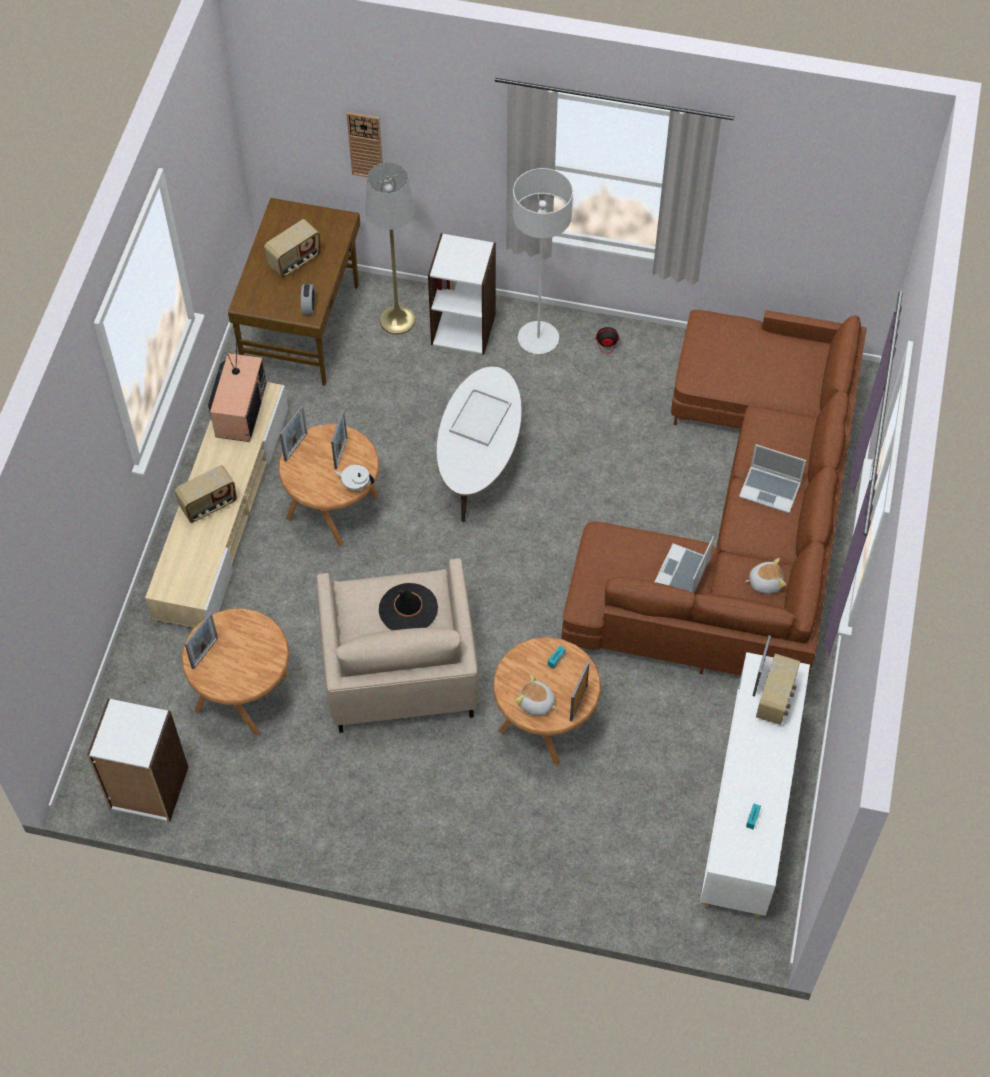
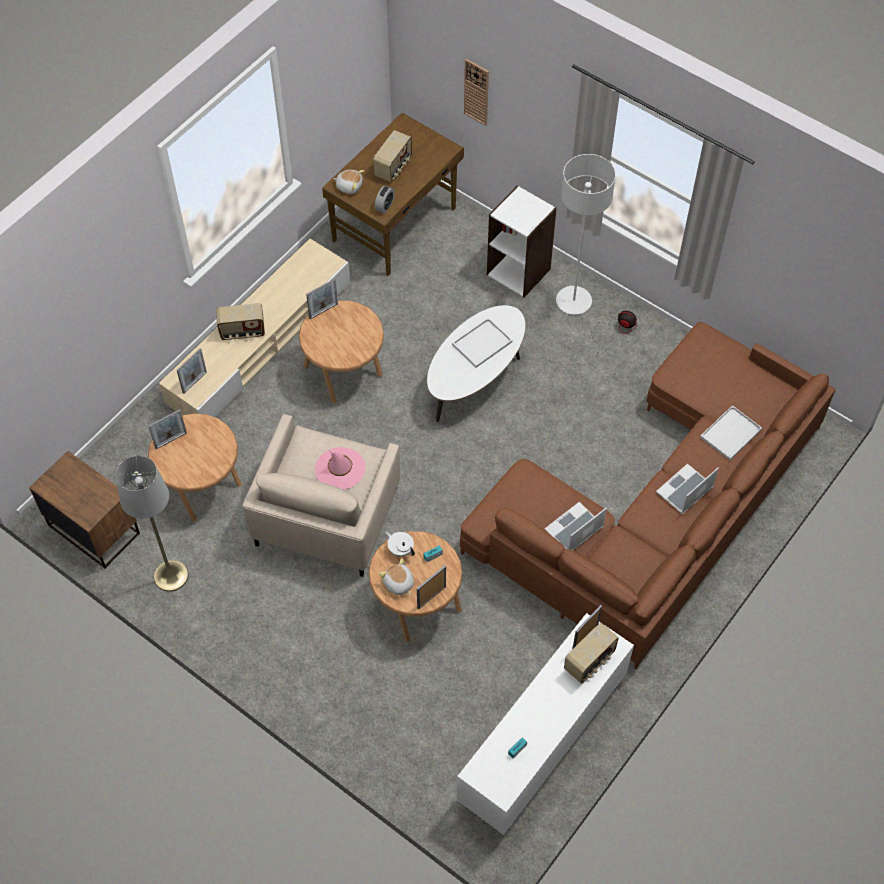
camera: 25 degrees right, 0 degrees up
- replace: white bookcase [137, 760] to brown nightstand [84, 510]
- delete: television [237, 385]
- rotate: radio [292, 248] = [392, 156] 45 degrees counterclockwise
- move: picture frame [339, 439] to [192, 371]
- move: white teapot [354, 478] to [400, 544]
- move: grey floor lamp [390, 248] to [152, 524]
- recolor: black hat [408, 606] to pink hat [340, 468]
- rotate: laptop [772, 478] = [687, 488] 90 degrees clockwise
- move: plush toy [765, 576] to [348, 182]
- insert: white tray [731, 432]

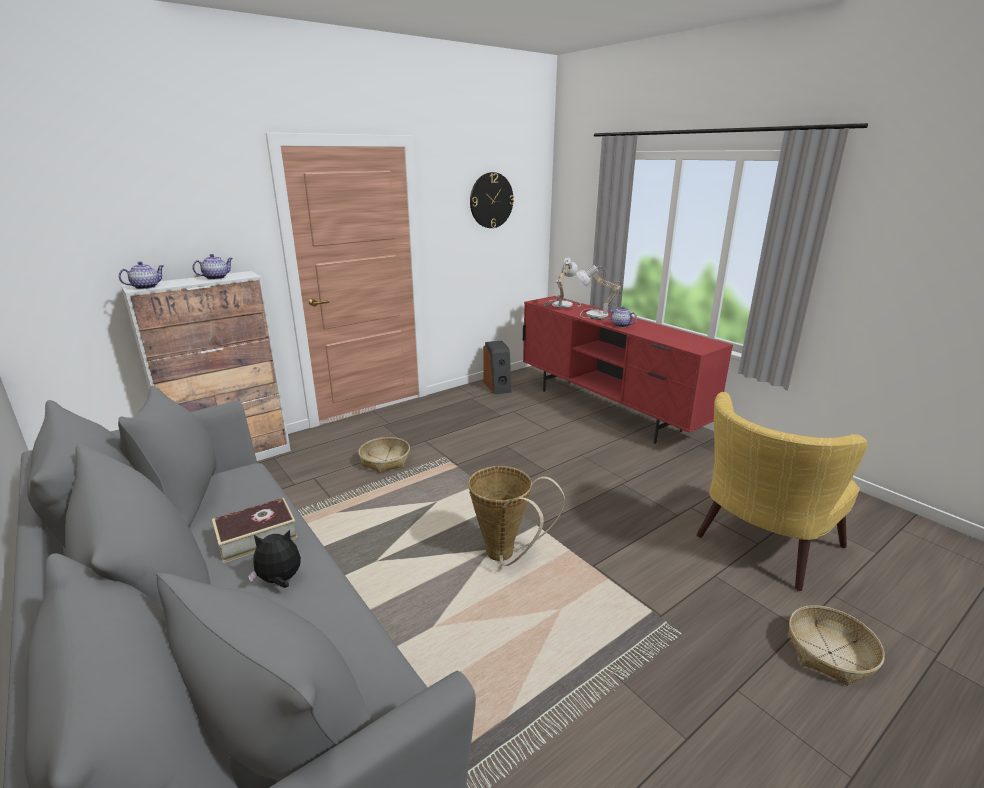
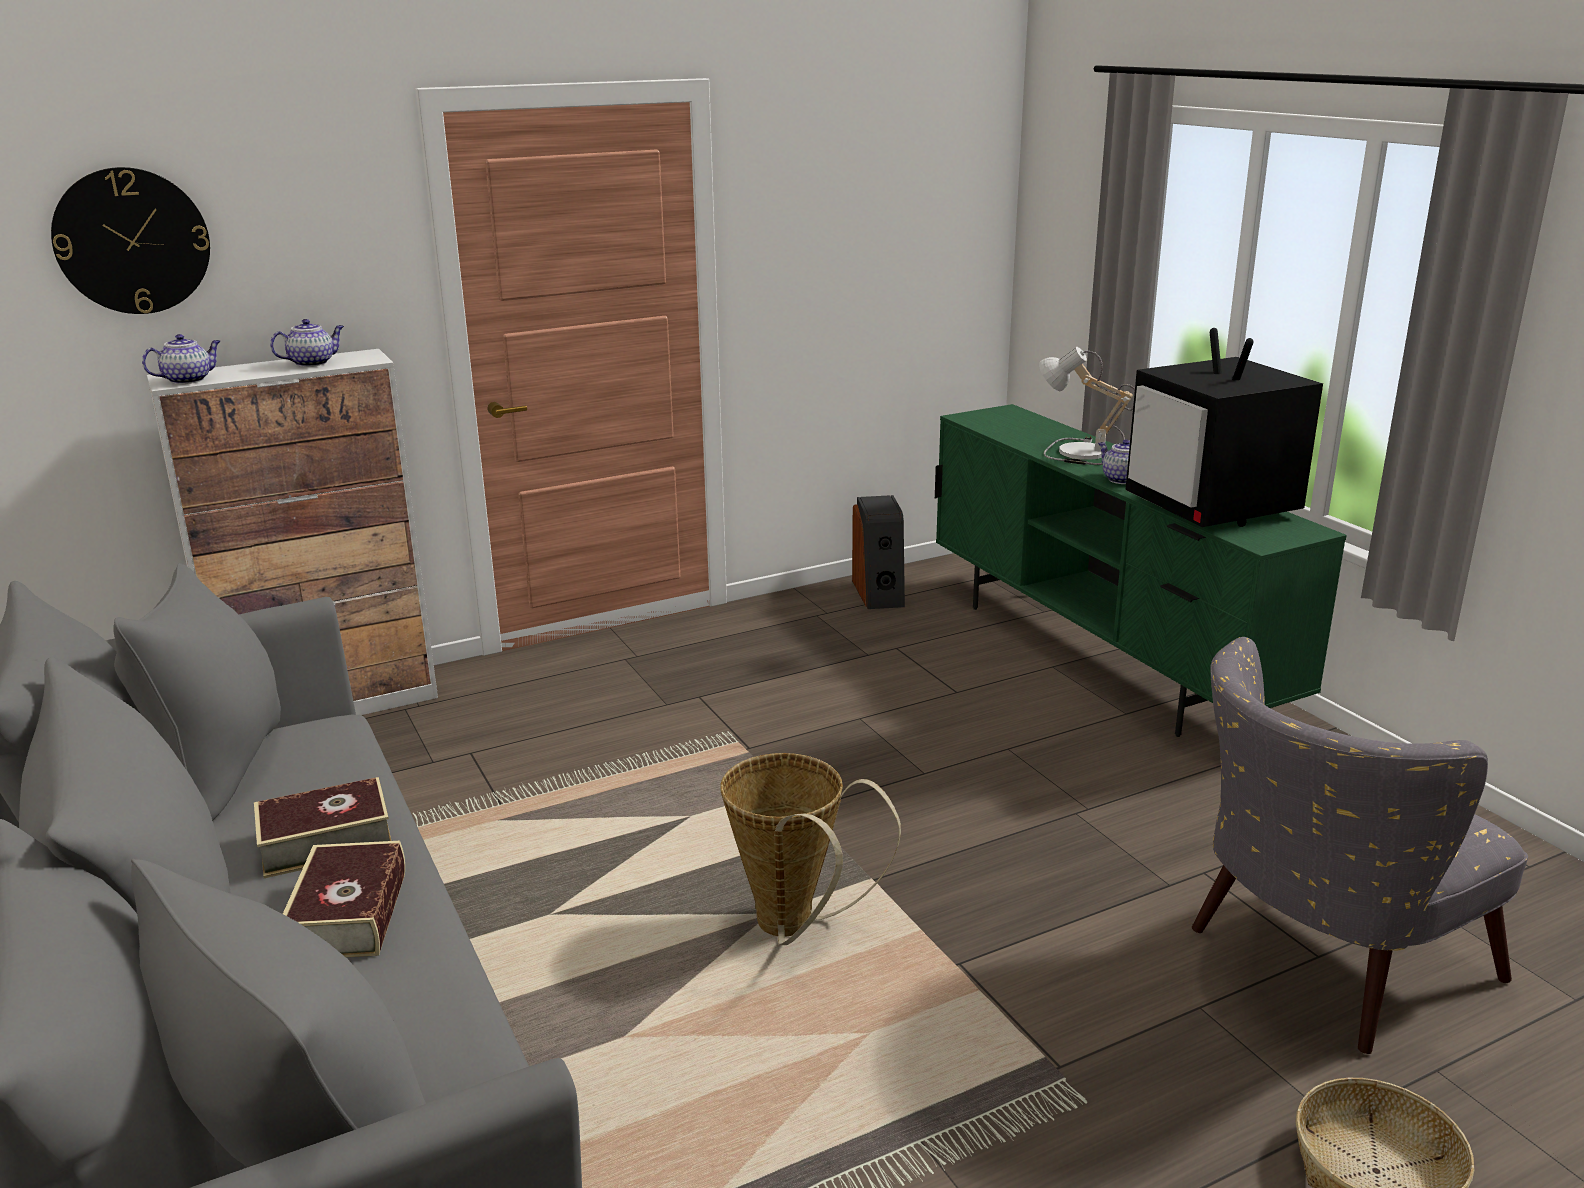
camera: 10 degrees right, 0 degrees up
- replace: plush toy [274, 559] to book [344, 899]
- delete: basket [384, 455]
- move: wall clock [492, 200] to [130, 240]
- recolor: red tv stand [628, 370] to green tv stand [1141, 570]
- delete: table lamp [562, 283]
- recolor: yellow armchair [782, 491] to grey armchair [1360, 845]
- insert: television [1224, 427]

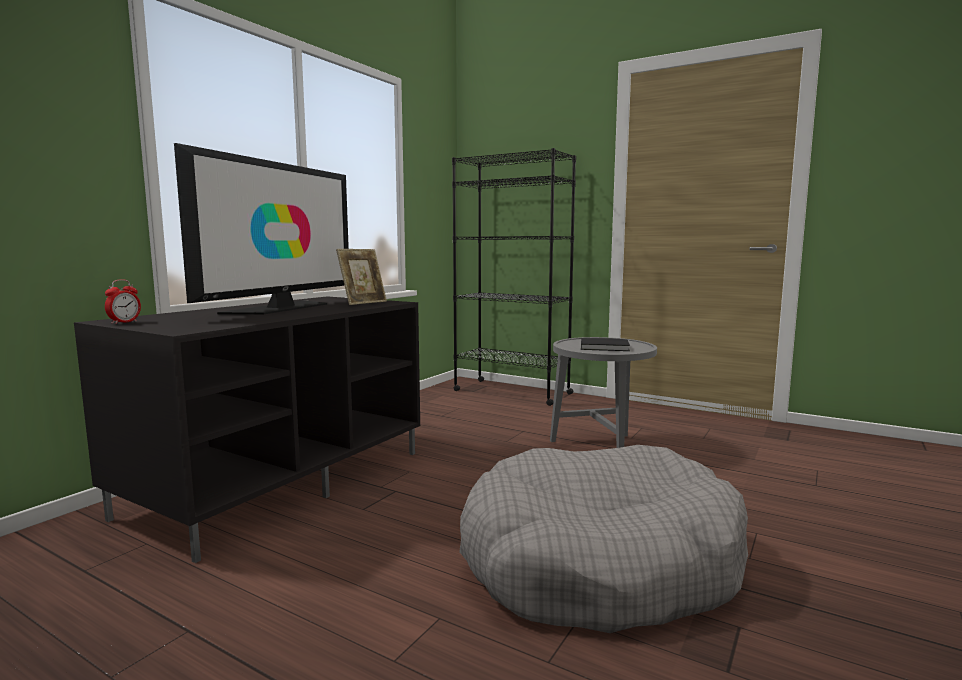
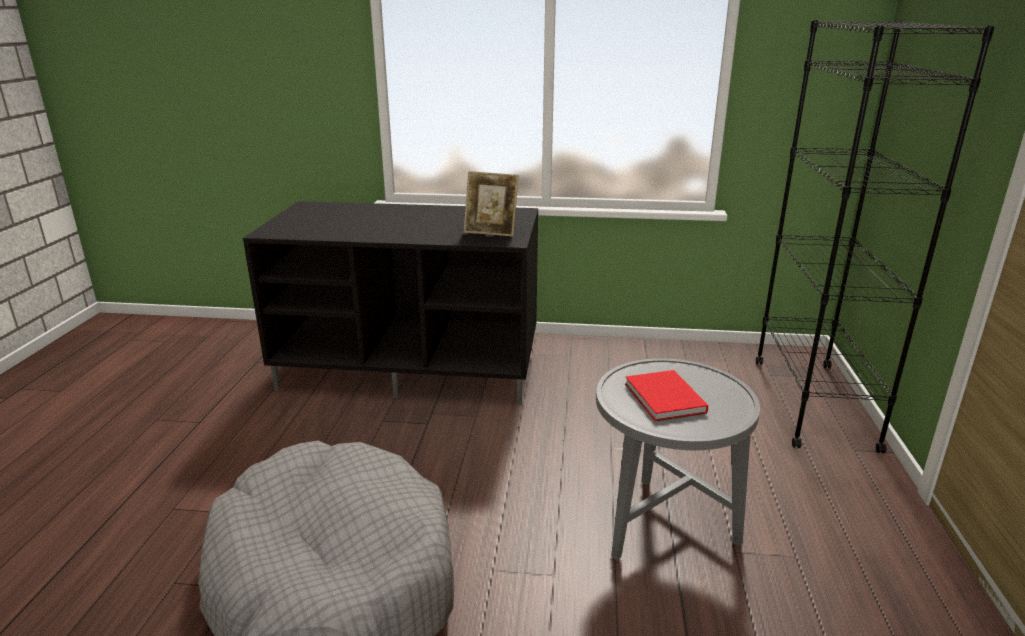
camera: 65 degrees right, 15 degrees up
- delete: alarm clock [123, 301]
- delete: television [261, 229]
- recolor: black book [605, 344] to red book [666, 395]

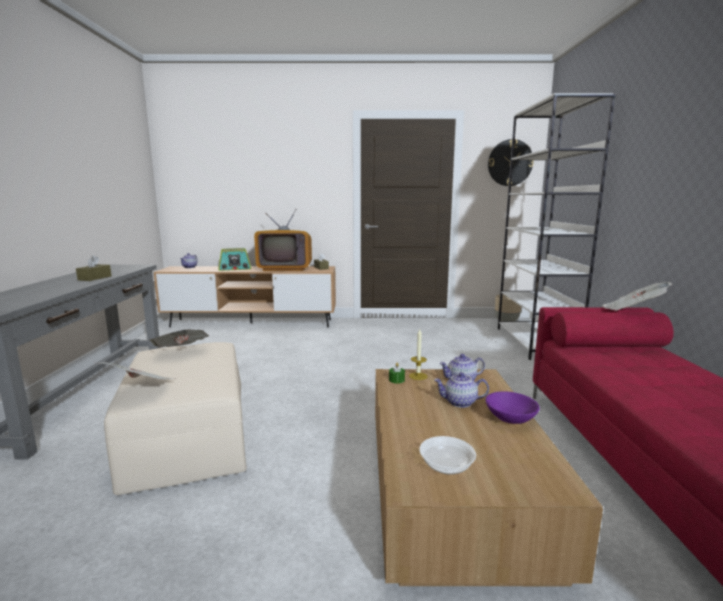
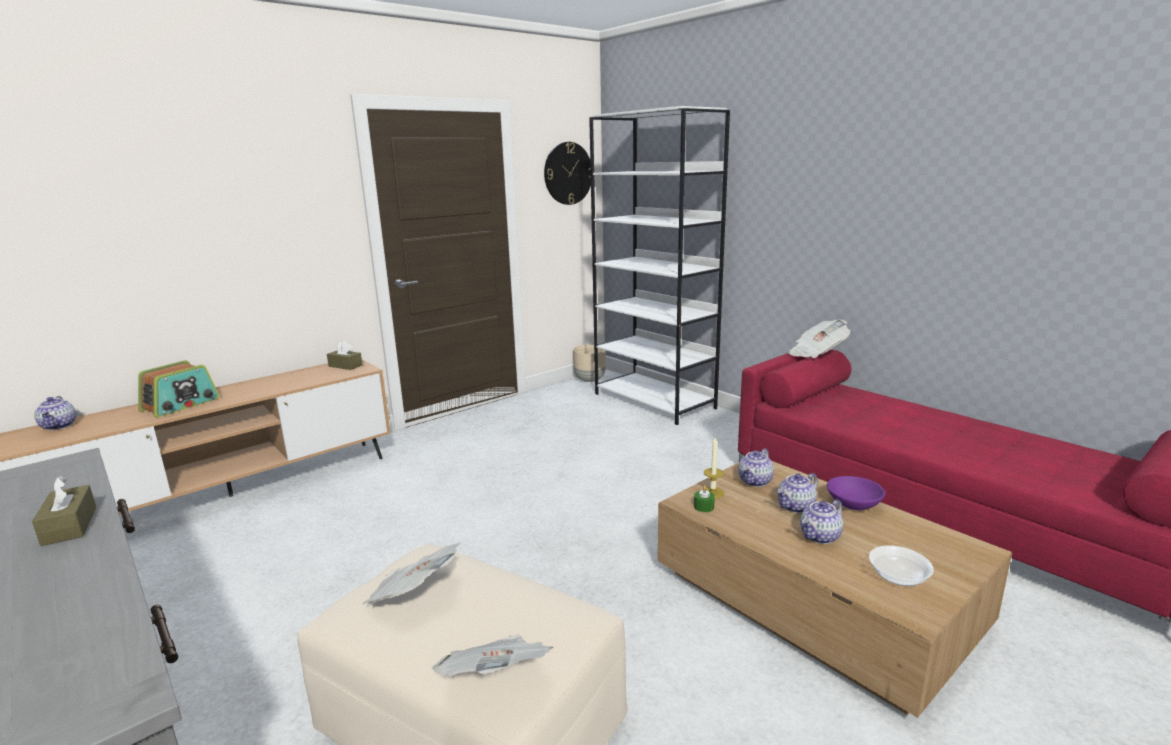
camera: 40 degrees left, 5 degrees up
- delete: television [283, 240]
- insert: teapot [821, 521]

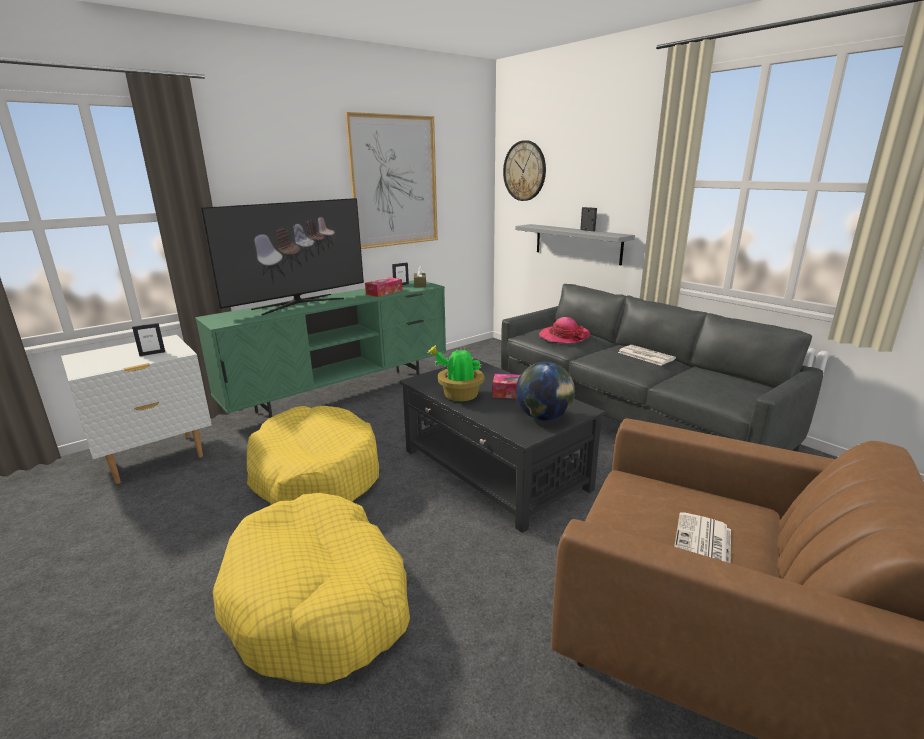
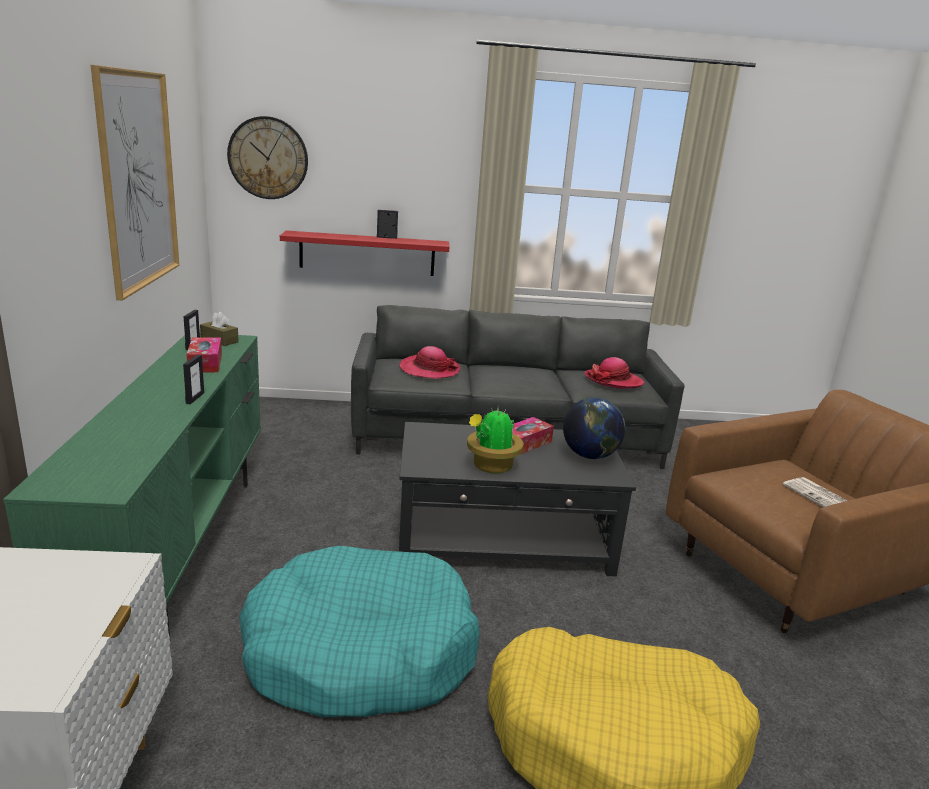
camera: 55 degrees left, 0 degrees up
- move: picture frame [148, 339] to [193, 379]
- delete: television [282, 256]
- recolor: yellow dog bed [313, 455] to turquoise dog bed [359, 631]
- recolor: grey shelf [575, 244] to red shelf [364, 253]
- delete: newspaper [647, 355]
- insert: hat [614, 373]

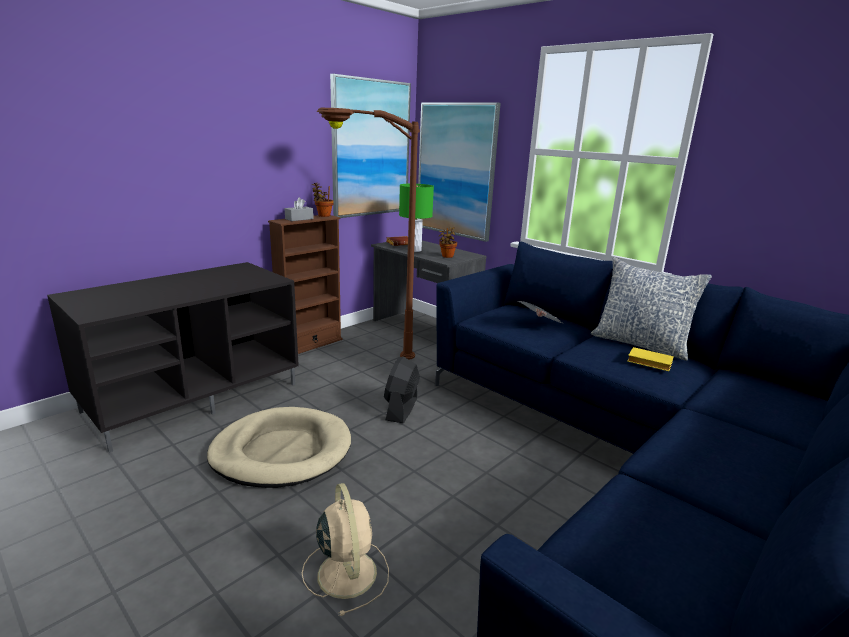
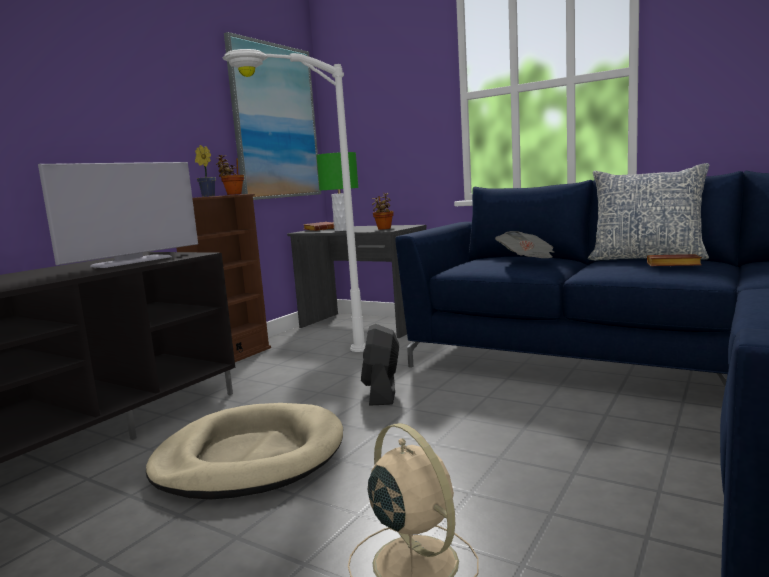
camera: 10 degrees left, 10 degrees down
- replace: grey tissue box [299, 209] to potted plant [205, 171]
- recolor: brown floor lamp [368, 233] to white floor lamp [294, 200]
- delete: picture [459, 172]
- recolor: yellow book [650, 359] to brown book [674, 260]
- insert: television [118, 215]

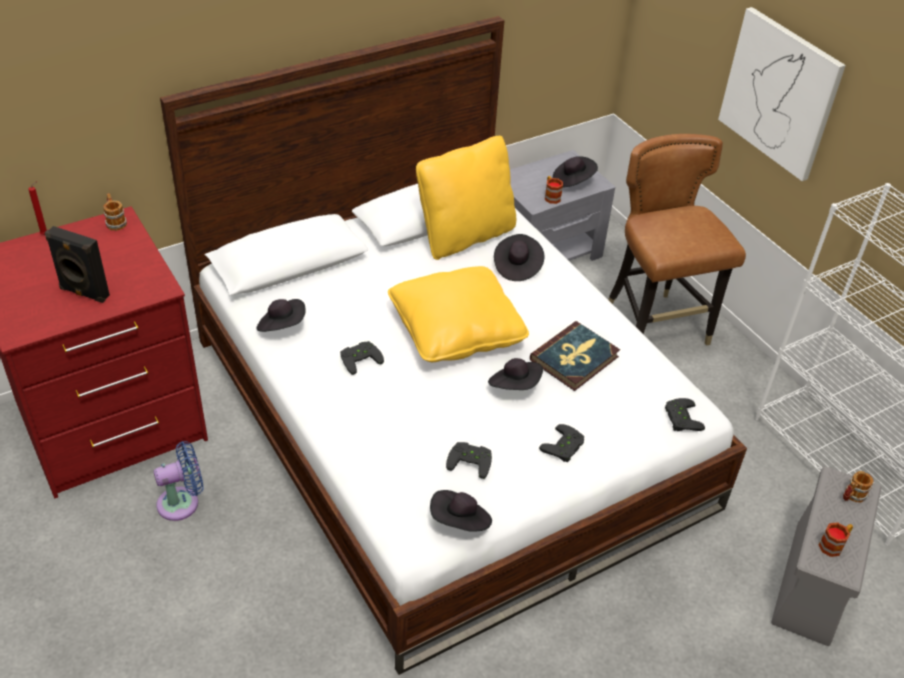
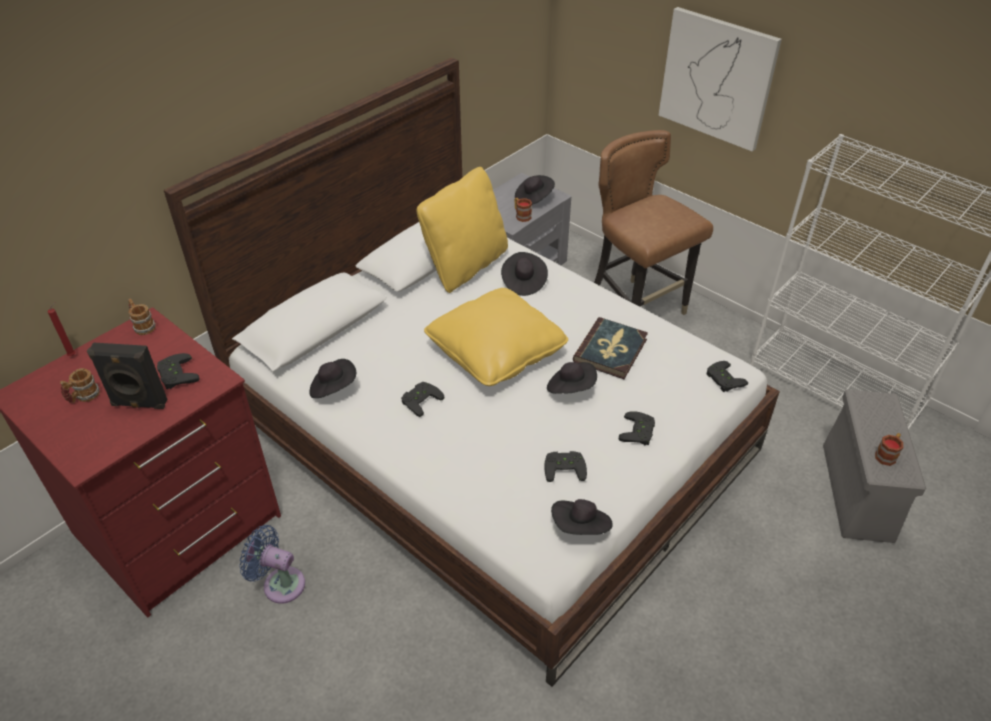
camera: 15 degrees left, 0 degrees up
- rotate: blue fan [178, 481] = [272, 564] 120 degrees counterclockwise
- move: mug [858, 487] to [80, 385]
- insert: black game controller [178, 371]

